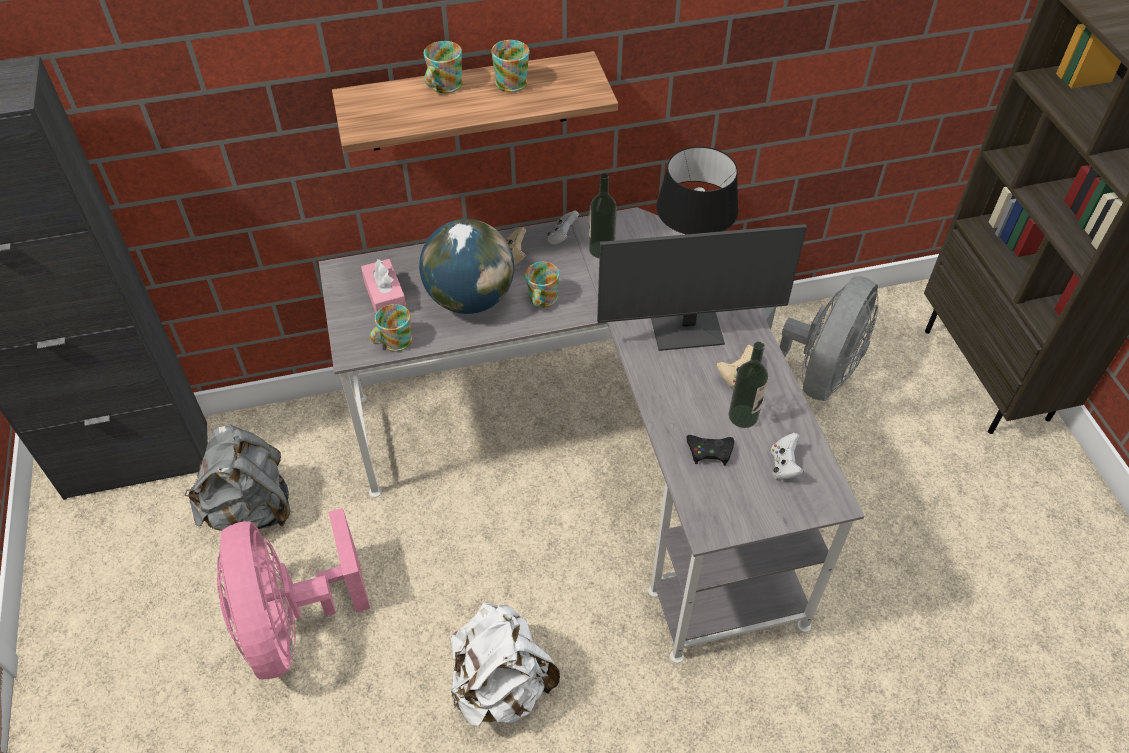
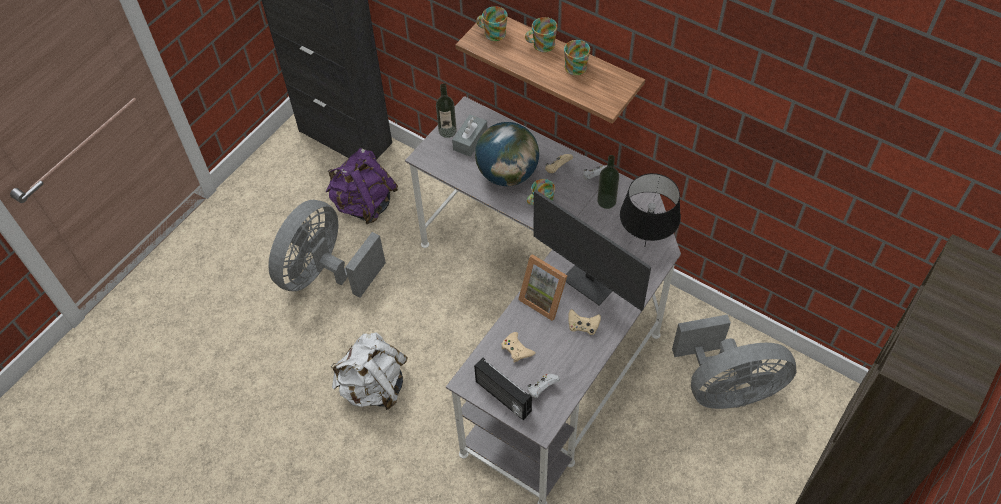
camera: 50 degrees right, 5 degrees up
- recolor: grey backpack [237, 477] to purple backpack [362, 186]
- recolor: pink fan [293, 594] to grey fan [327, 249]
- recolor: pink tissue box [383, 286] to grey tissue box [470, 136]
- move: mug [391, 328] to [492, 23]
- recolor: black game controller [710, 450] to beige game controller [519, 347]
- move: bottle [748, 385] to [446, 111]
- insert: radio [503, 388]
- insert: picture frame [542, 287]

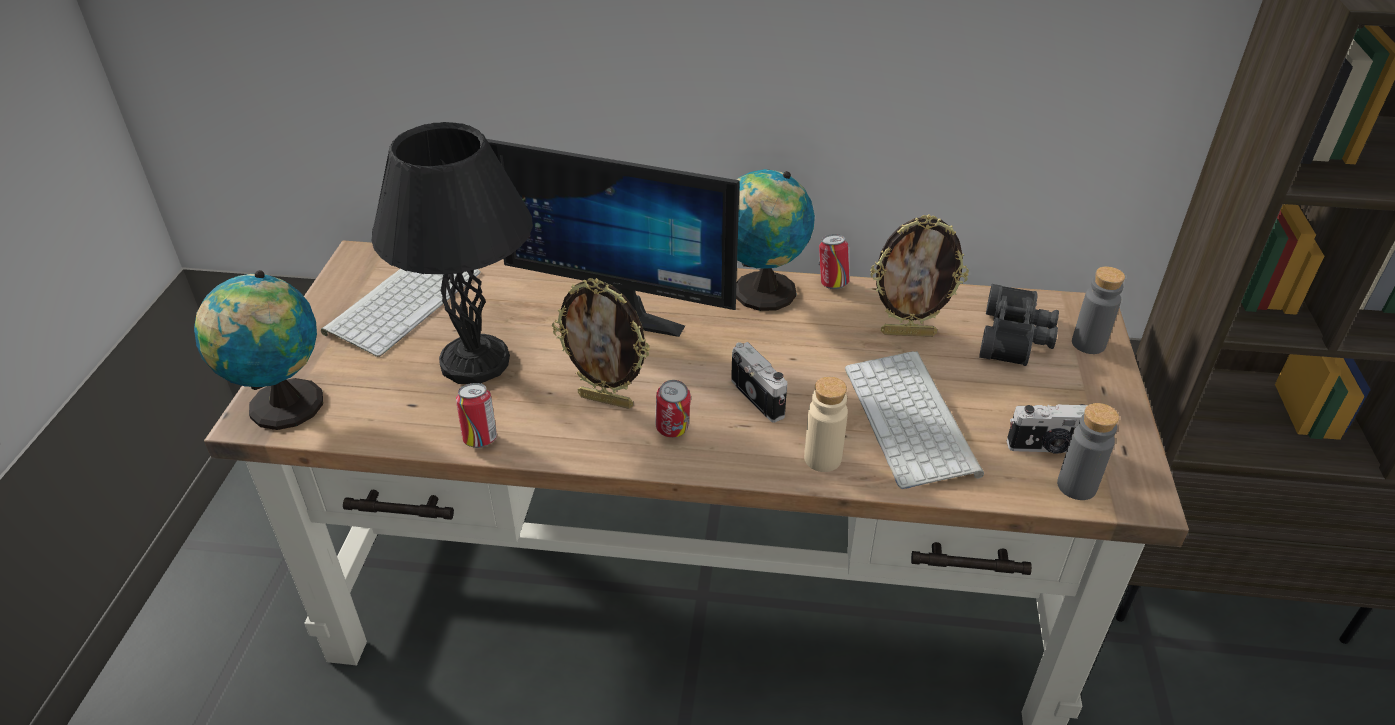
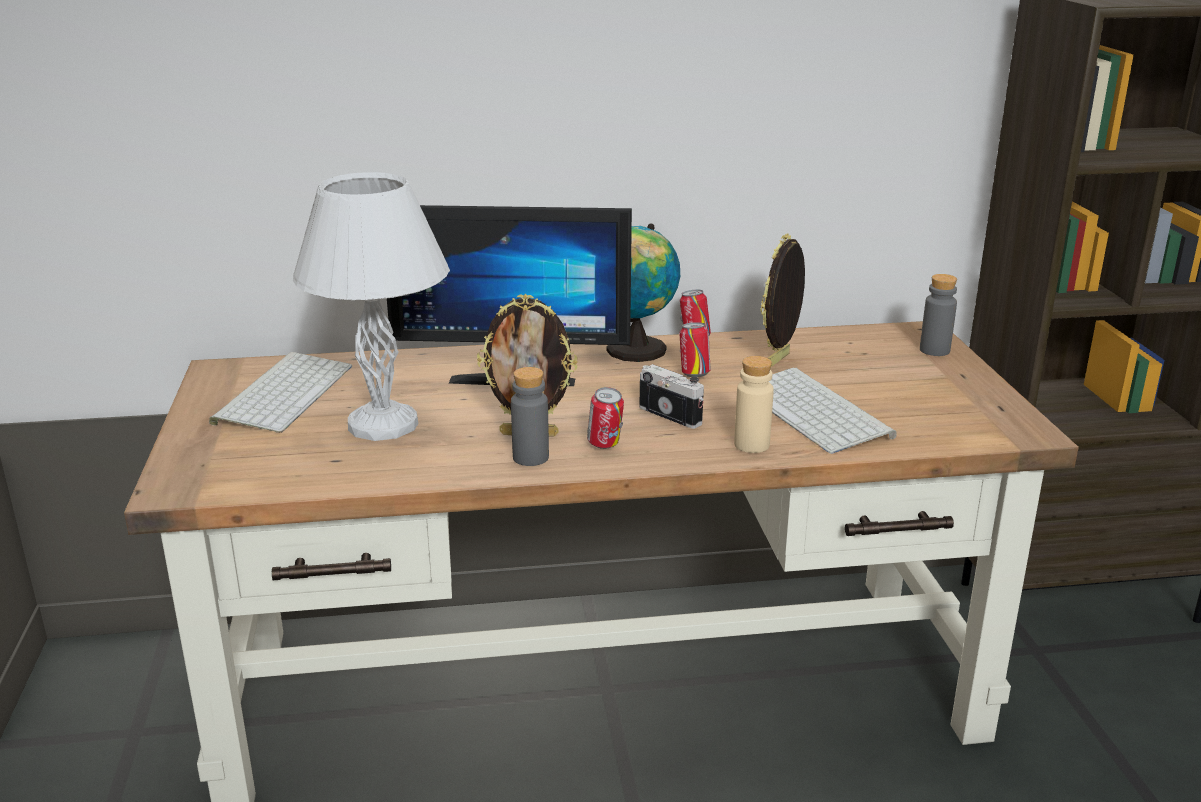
camera: 15 degrees left, 15 degrees down
- delete: globe [258, 350]
- recolor: black table lamp [452, 253] to white table lamp [371, 306]
- move: can [476, 415] to [695, 349]
- rotate: picture frame [919, 276] = [782, 300] 135 degrees clockwise
- delete: black binoculars [1019, 325]
- delete: photo camera [1047, 429]
- move: grey bottle [1088, 451] to [530, 416]

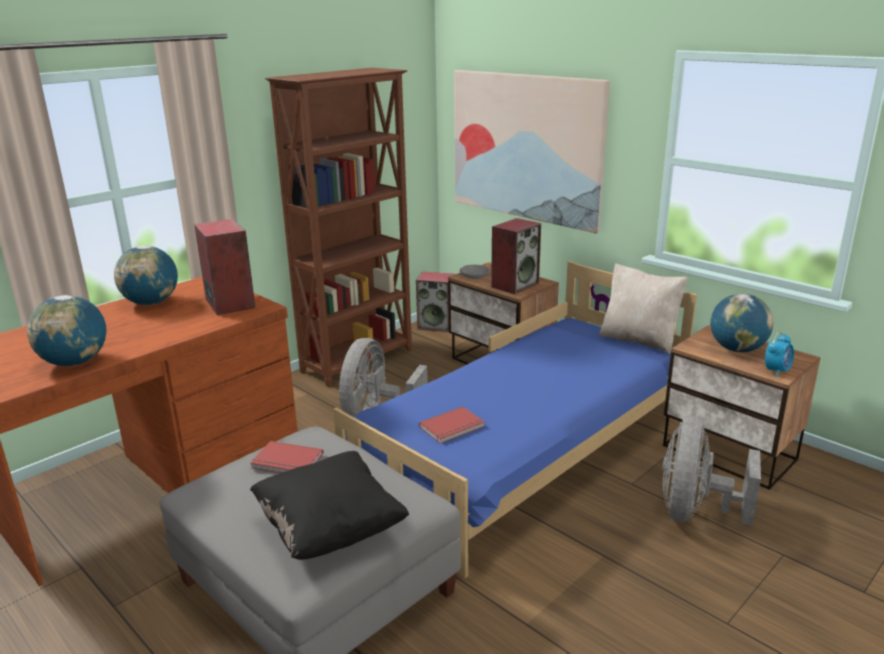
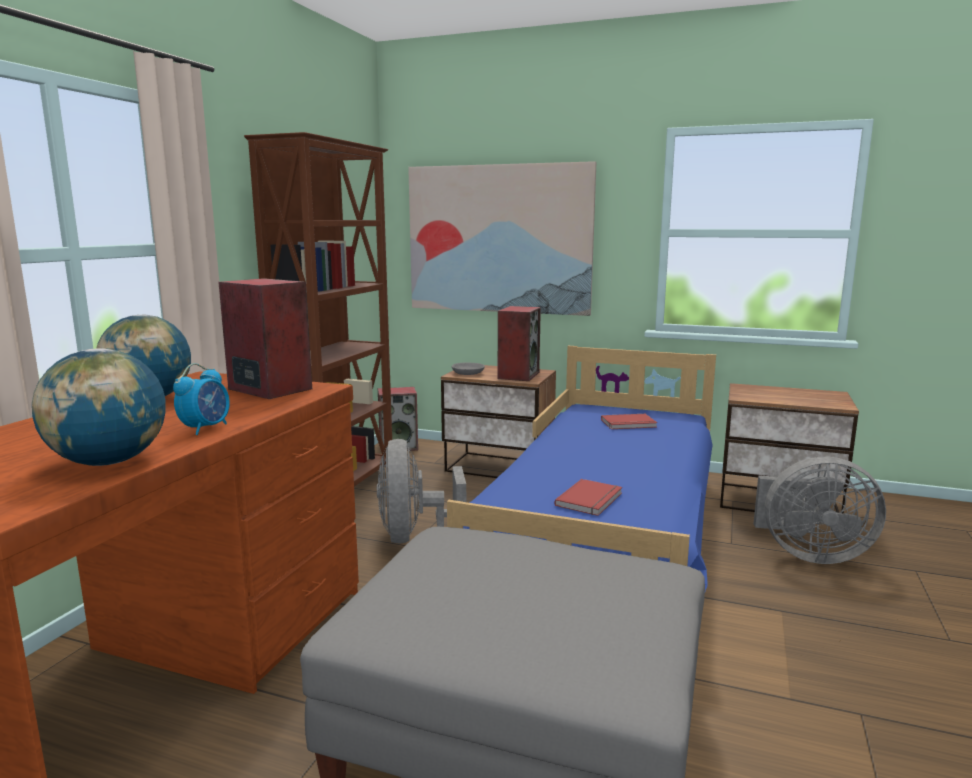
camera: 25 degrees left, 10 degrees down
- move: red book [286, 457] to [629, 421]
- delete: black pillow [329, 505]
- delete: beige pillow [643, 308]
- rotate: grey fan [711, 470] = [820, 510] 75 degrees counterclockwise
- delete: globe [741, 323]
- move: alarm clock [779, 354] to [201, 399]

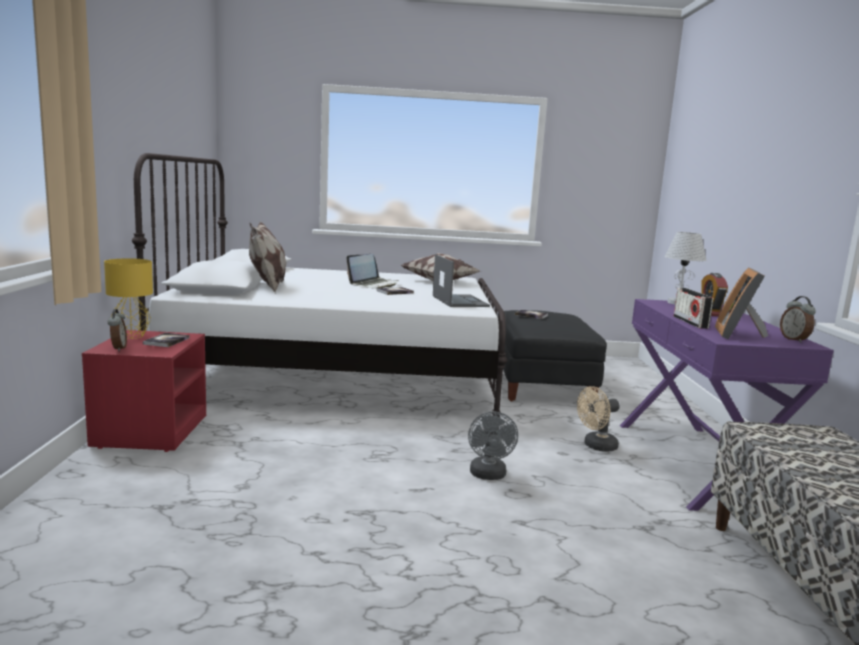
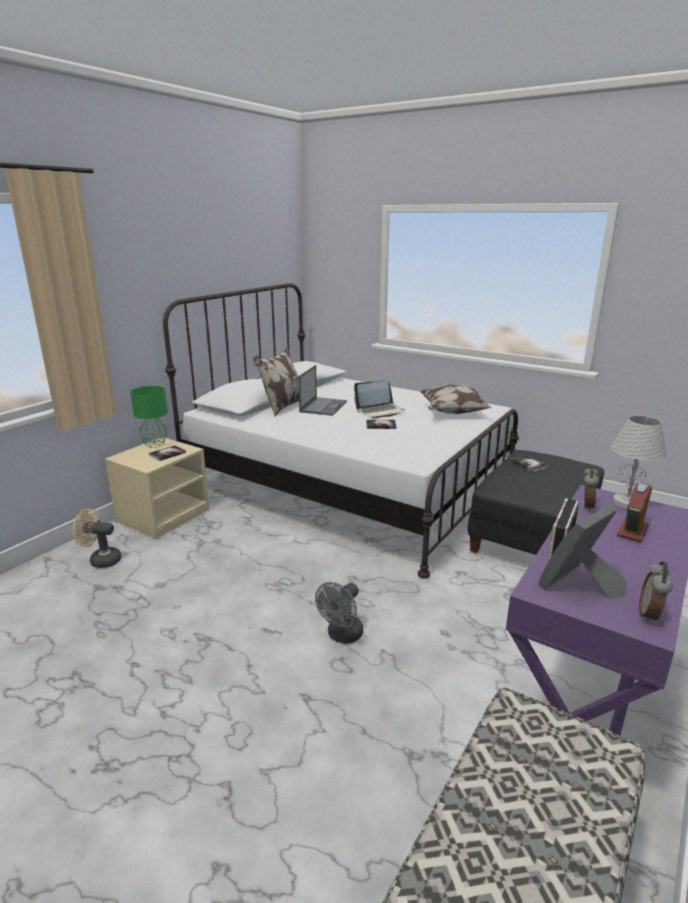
camera: 35 degrees right, 10 degrees up
- recolor: red nightstand [144, 391] to beige nightstand [157, 488]
- recolor: yellow table lamp [128, 298] to green table lamp [149, 417]
- move: alarm clock [117, 330] to [591, 488]
- move: laptop [461, 280] to [322, 390]
- move: beige fan [598, 419] to [97, 538]

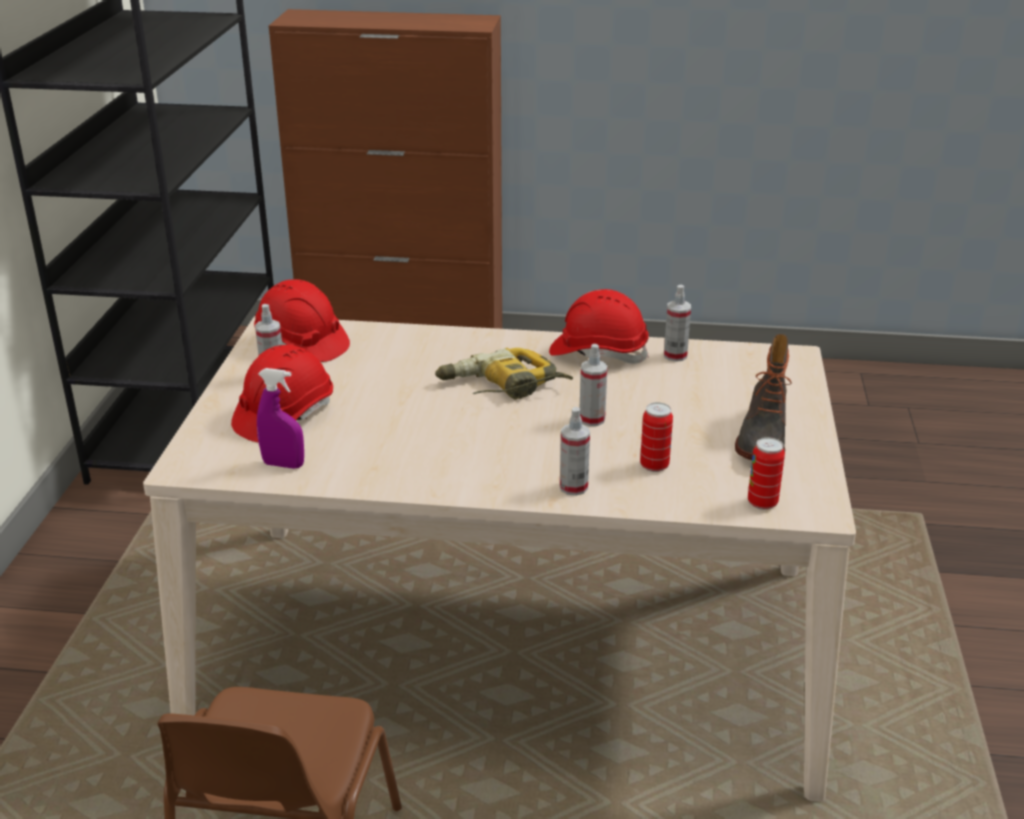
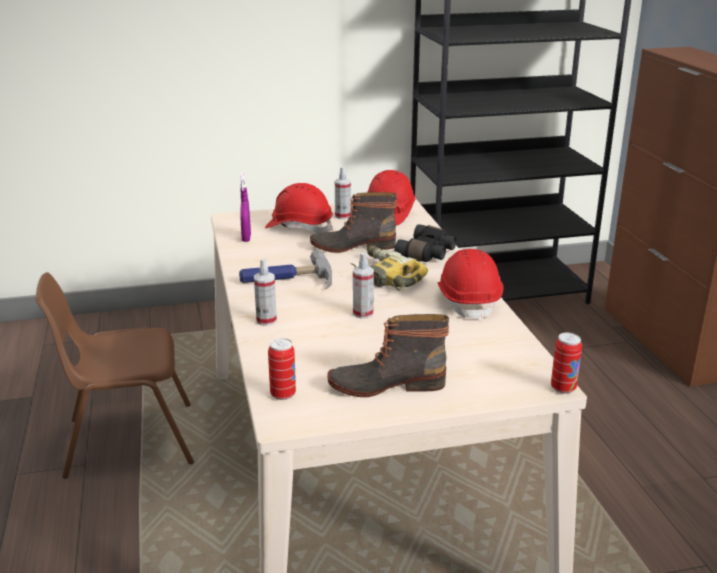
camera: 70 degrees right, 5 degrees down
- move: can [656, 437] to [566, 363]
- delete: spray bottle [677, 323]
- insert: hammer [285, 269]
- insert: boot [353, 222]
- insert: black binoculars [425, 243]

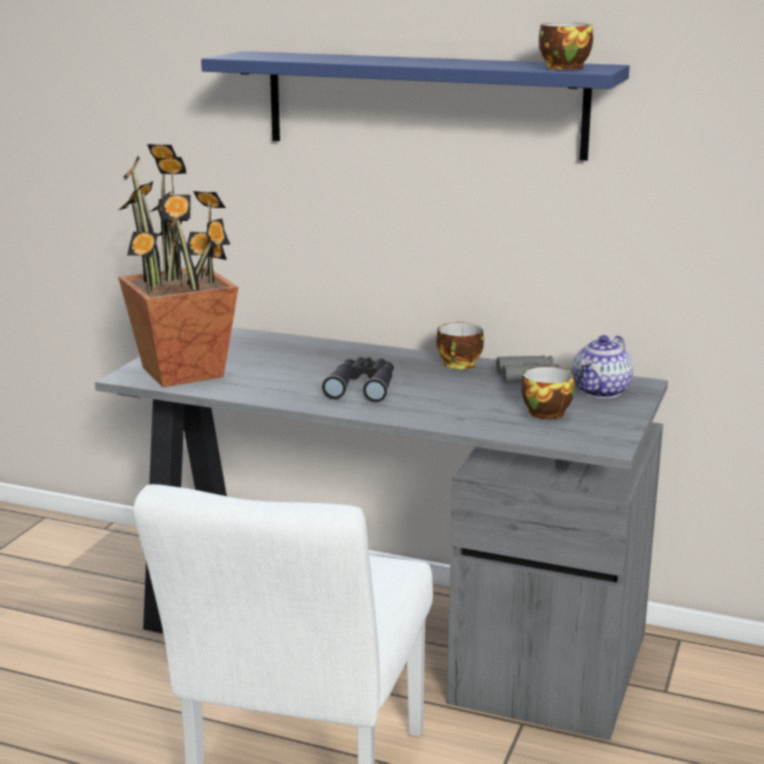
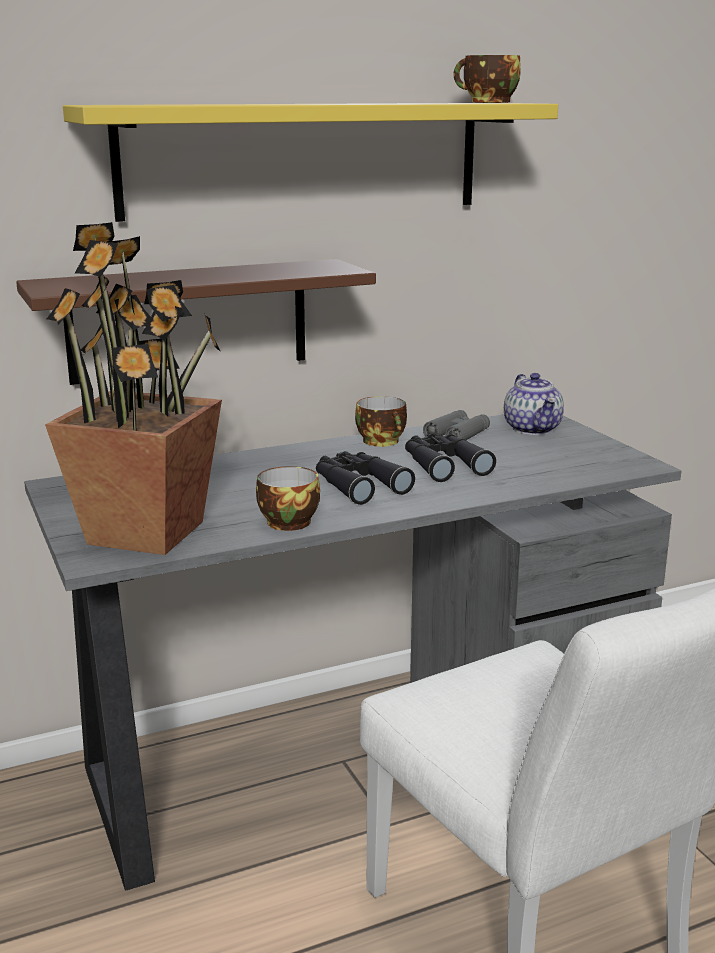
camera: 45 degrees left, 0 degrees up
- recolor: blue shelf [415, 106] to yellow shelf [310, 162]
- move: cup [548, 392] to [288, 498]
- insert: brown shelf [196, 322]
- insert: black binoculars [450, 457]

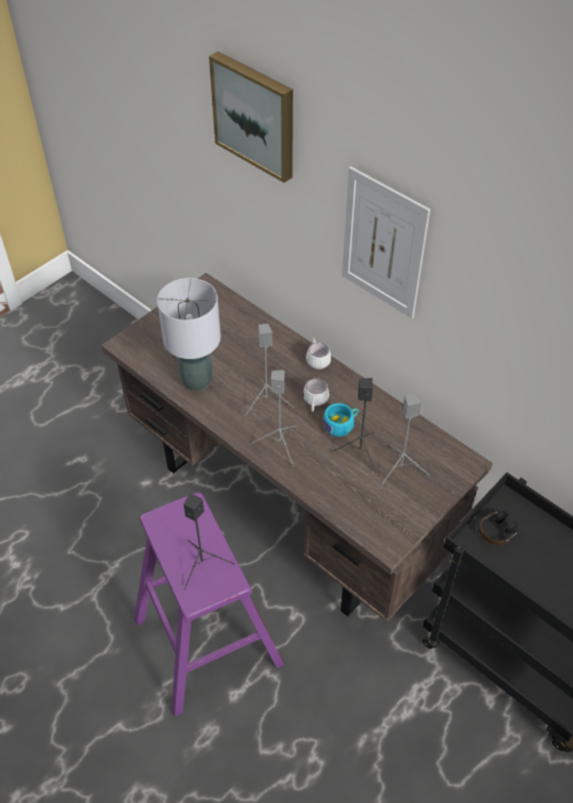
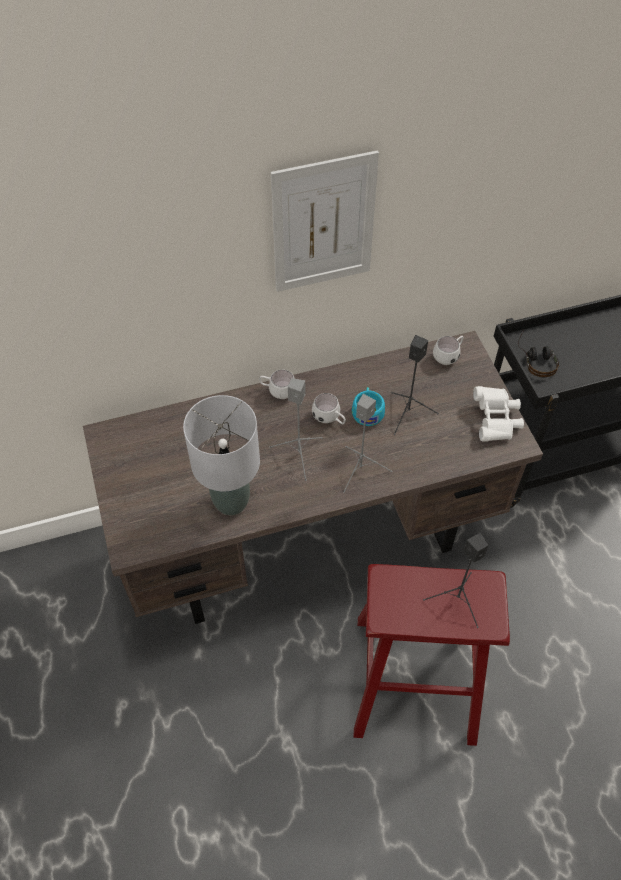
camera: 60 degrees left, 5 degrees up
- recolor: purple stool [209, 604] to red stool [432, 655]
- delete: picture [251, 117]
- delete: grey speaker [405, 440]
- insert: white mug [448, 350]
- insert: white binoculars [498, 414]

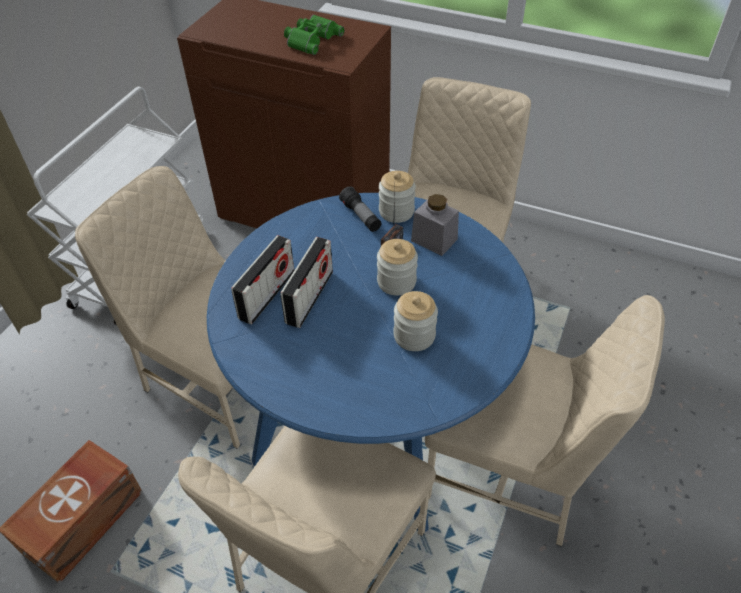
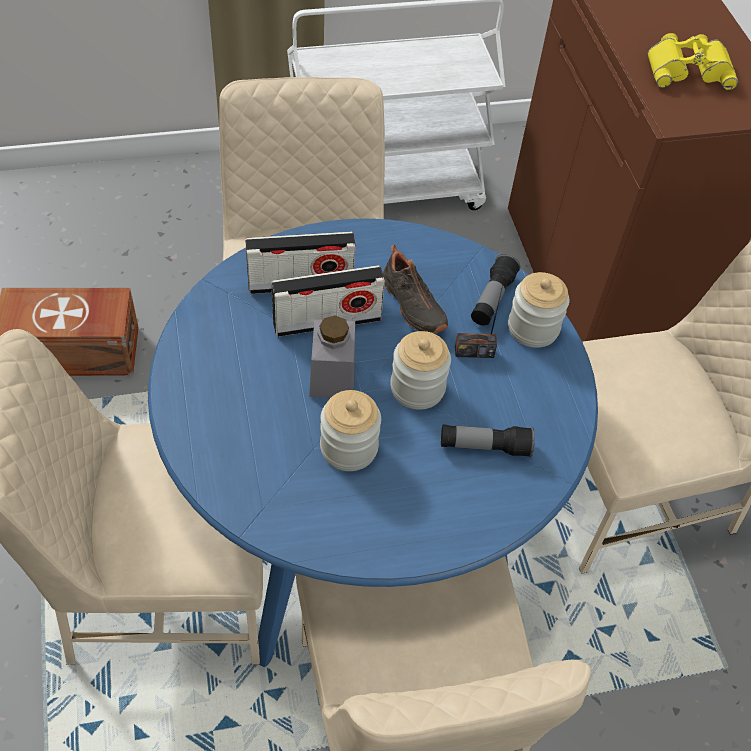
camera: 50 degrees right, 5 degrees up
- recolor: green binoculars [314, 35] to yellow binoculars [692, 61]
- move: grey jar [435, 225] to [332, 356]
- insert: black shoe [415, 289]
- insert: flashlight [488, 440]

